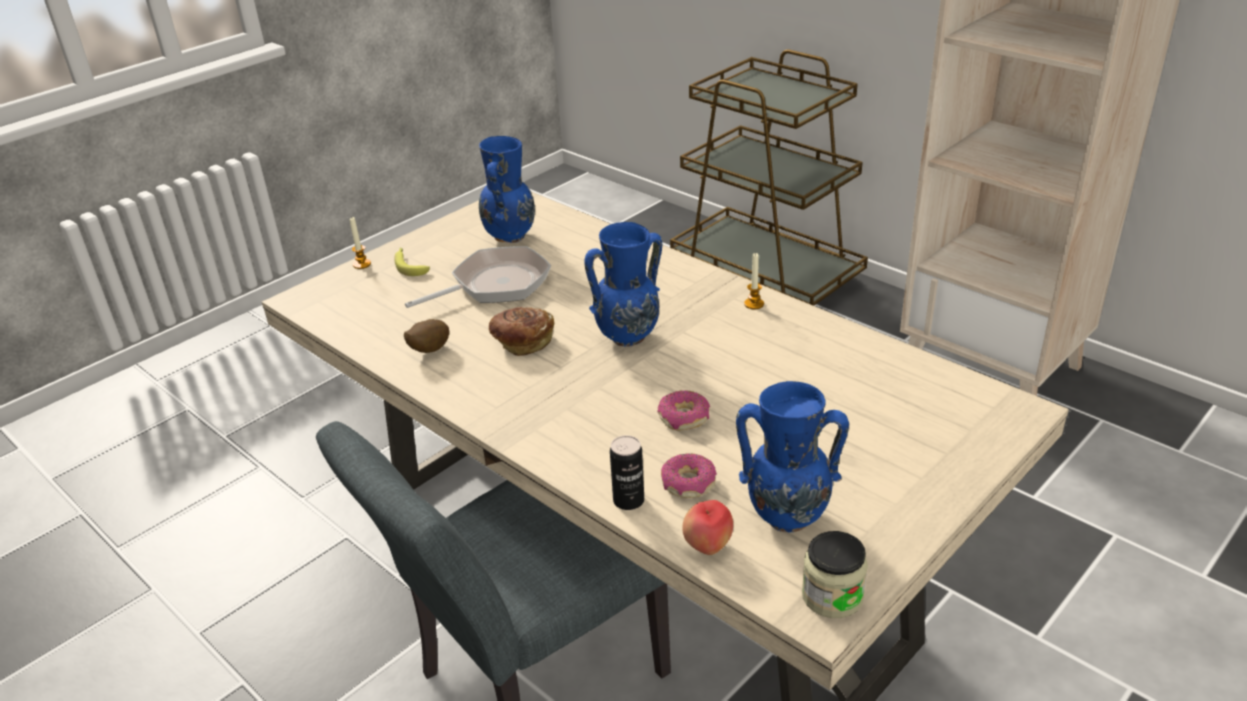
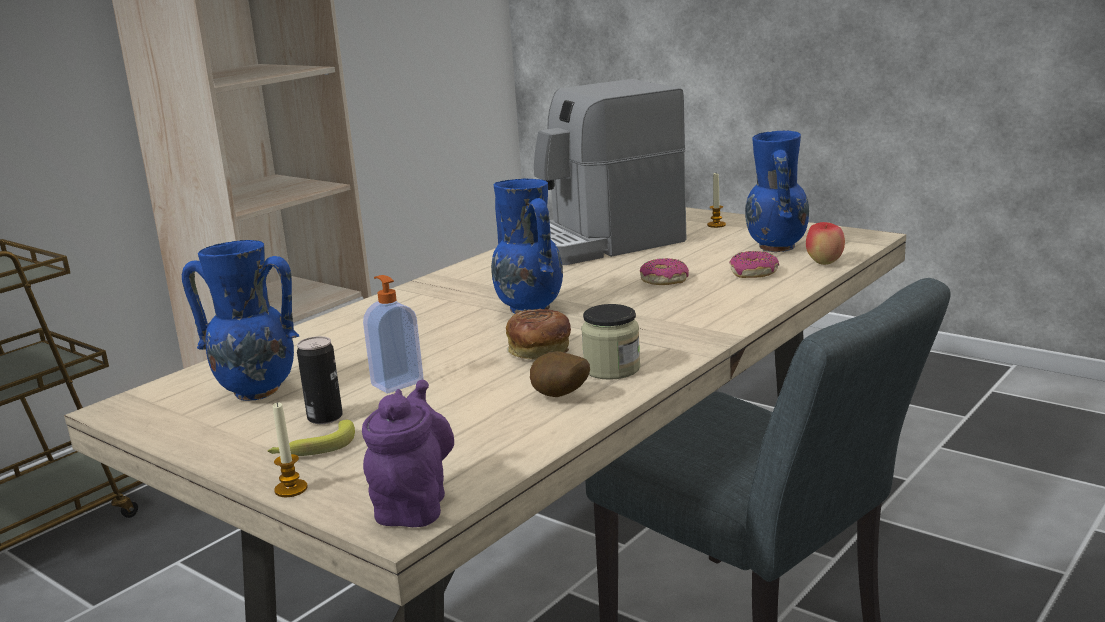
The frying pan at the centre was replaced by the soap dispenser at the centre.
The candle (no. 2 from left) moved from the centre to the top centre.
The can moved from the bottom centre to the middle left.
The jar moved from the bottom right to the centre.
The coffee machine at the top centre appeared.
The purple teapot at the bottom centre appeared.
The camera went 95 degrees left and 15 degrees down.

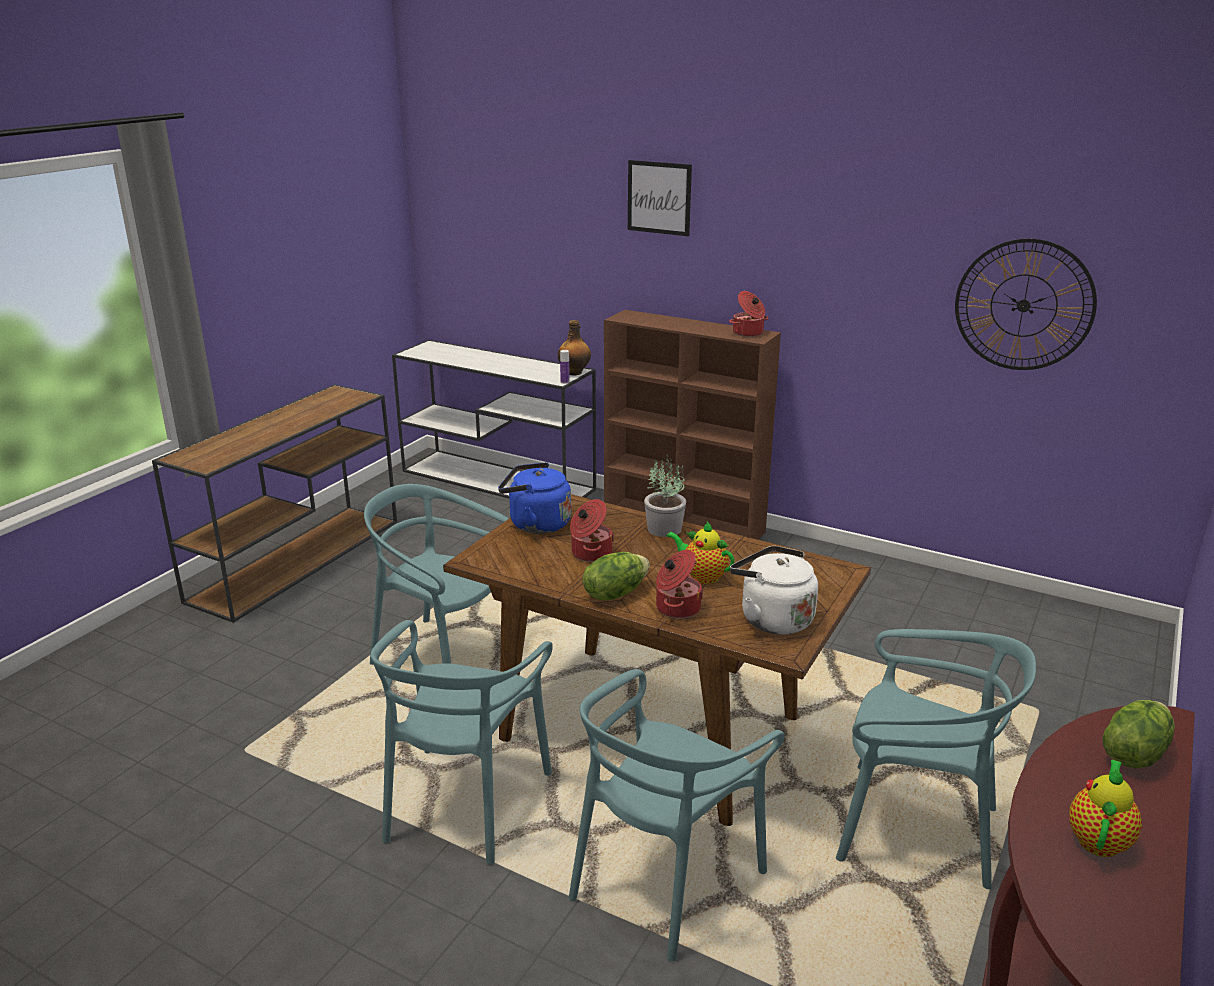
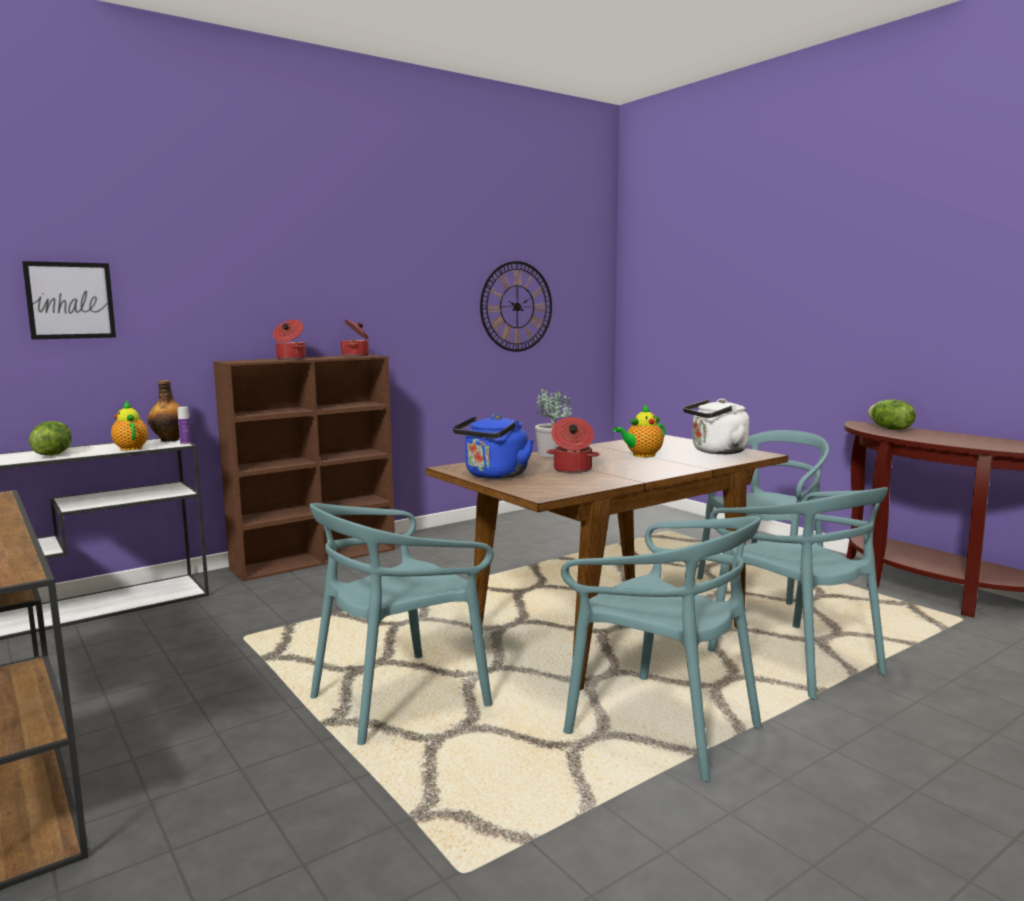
The picture moved from the top centre to the top left.
The cooking pot (no. 2 from left in the first image) moved from the centre to the middle left.
The lettuce (no. 1 from left) moved from the centre to the middle left.
The teapot (no. 2 from left in the first image) moved from the bottom right to the middle left.
The camera went 65 degrees left and 15 degrees down.

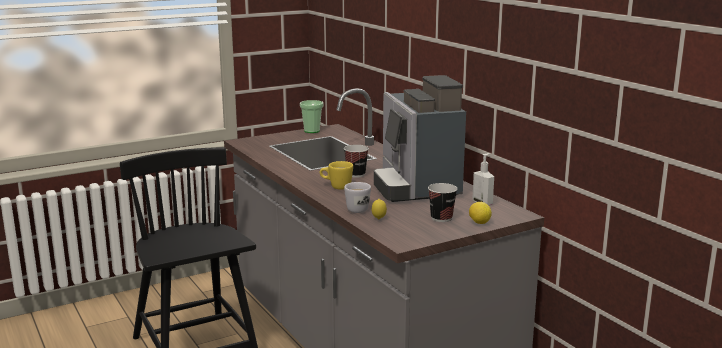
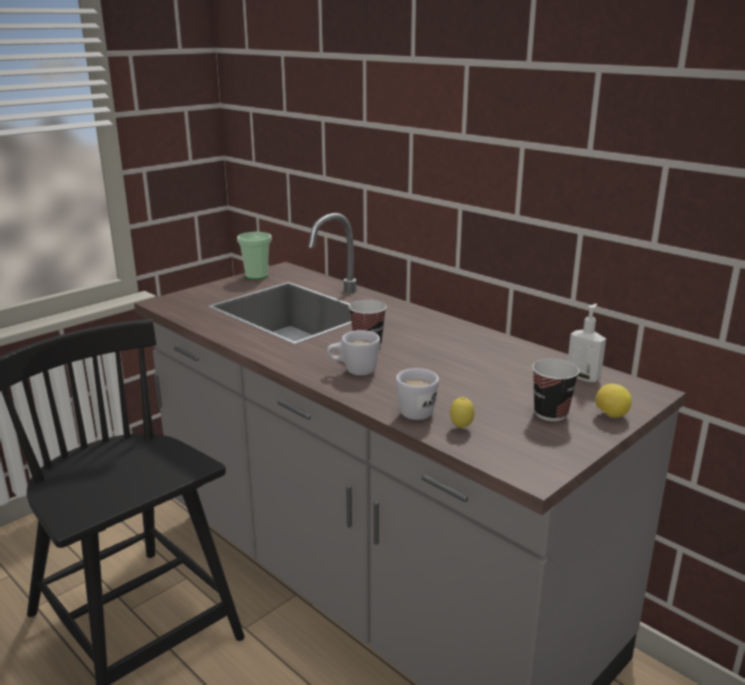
The coffee machine at the centre disappeared.
The yellow mug at the centre became the white mug (no. 1 from left) at the centre.
The camera went 15 degrees left and 5 degrees up.

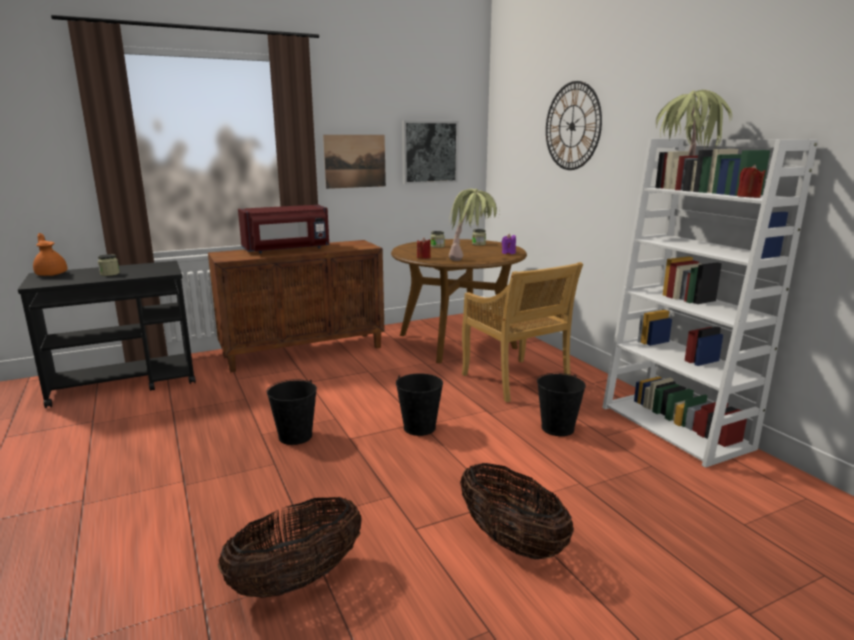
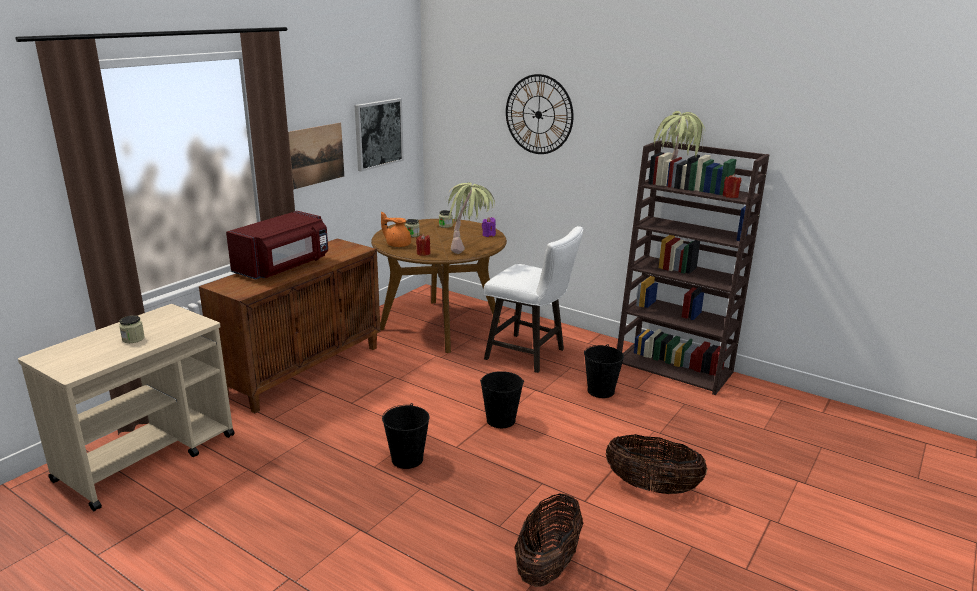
The white bookcase at the middle right became the brown bookcase at the middle right.
The orange teapot moved from the middle left to the centre.
The black cart at the middle left became the beige cart at the bottom left.
The beige chair at the centre was replaced by the white stool at the centre.
The camera went 30 degrees left and 5 degrees up.

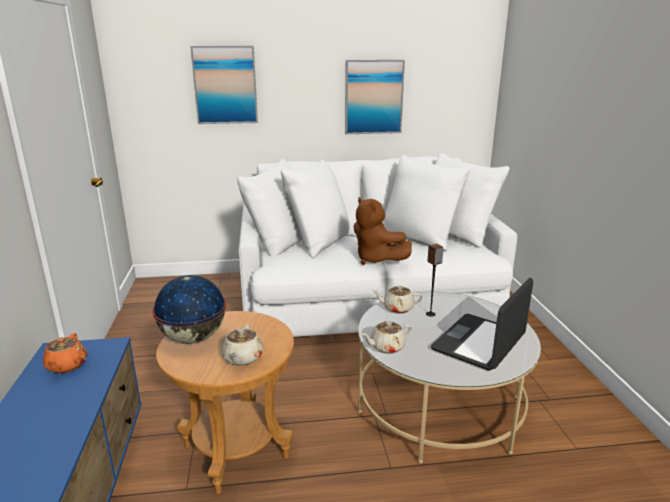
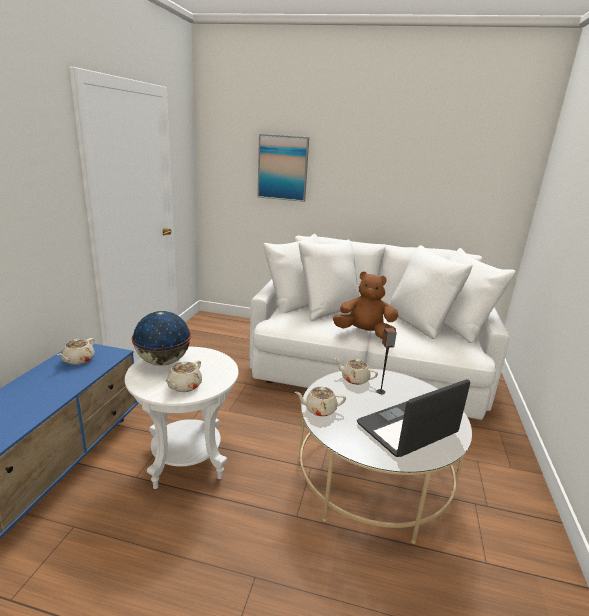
The picture (no. 2 from left) at the top centre disappeared.
The brown plush toy at the centre turned 120 degrees clockwise.
The brown side table at the bottom centre became the white side table at the bottom left.
The orange teapot at the bottom left became the beige teapot (no. 1 from left) at the middle left.
The camera went 20 degrees right and 0 degrees up.

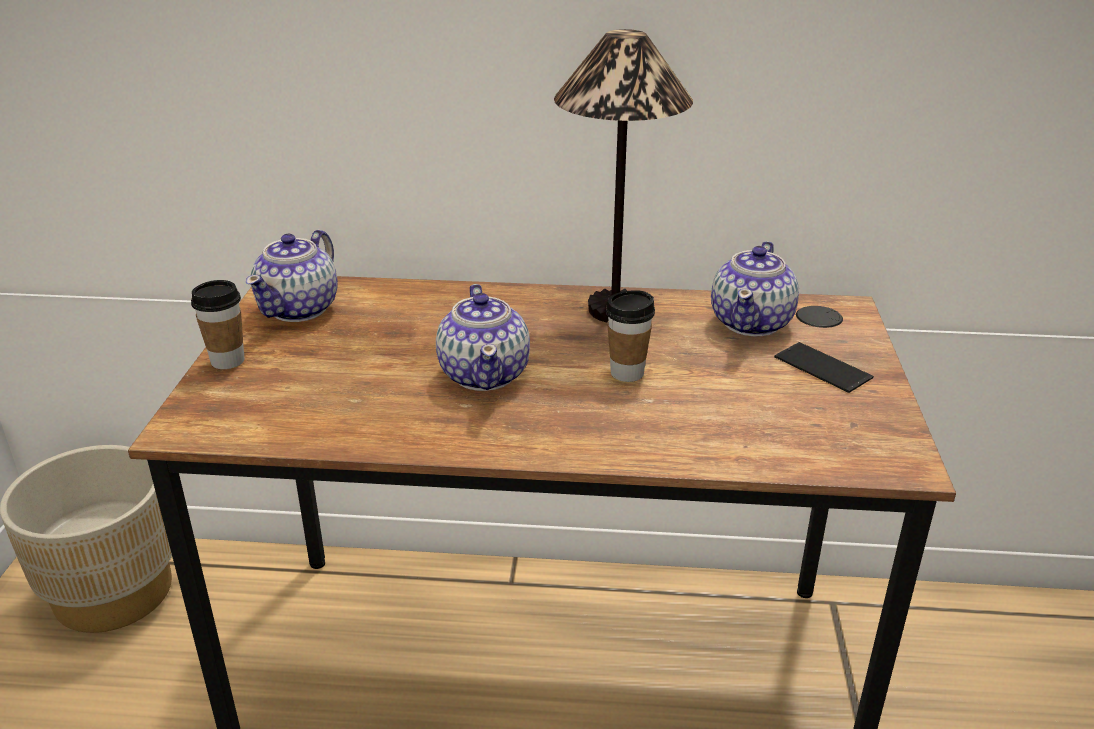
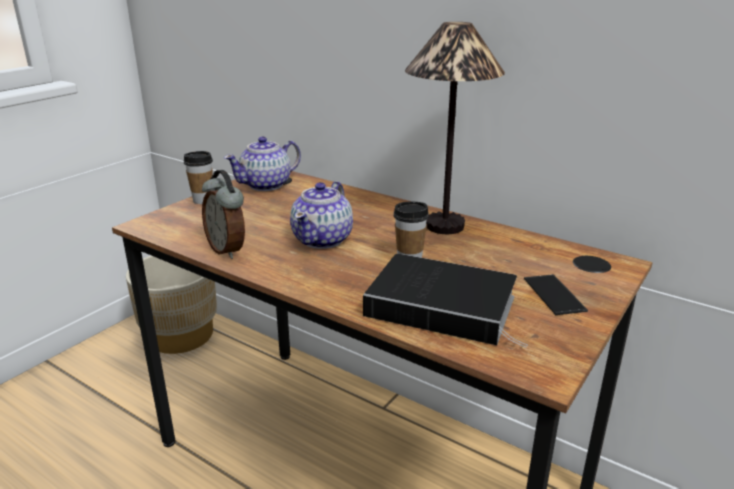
The teapot (no. 3 from left) at the middle right disappeared.
The alarm clock at the middle left appeared.
The book at the centre appeared.
The camera went 30 degrees right and 5 degrees down.

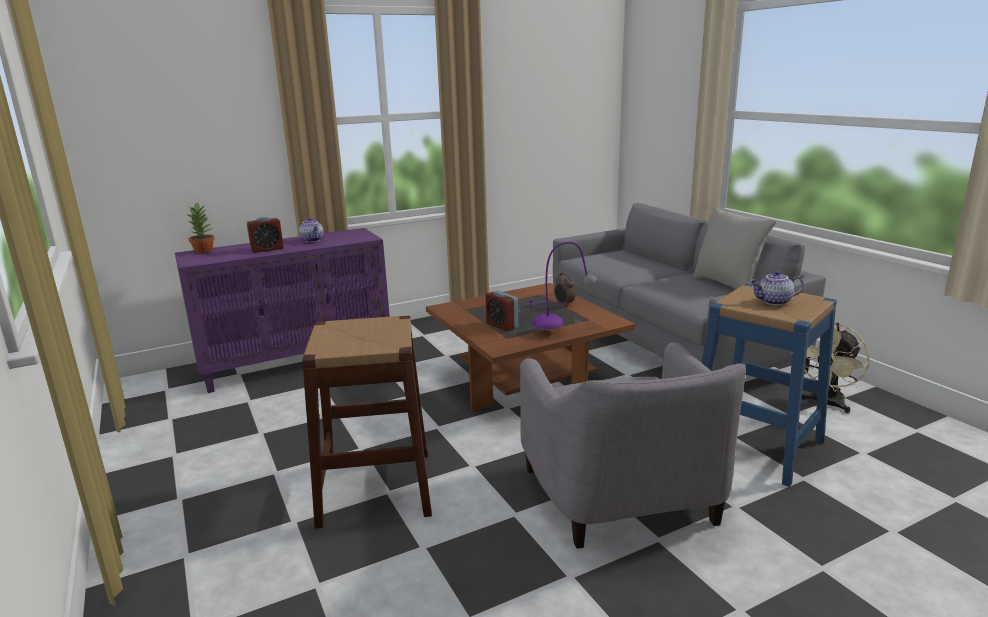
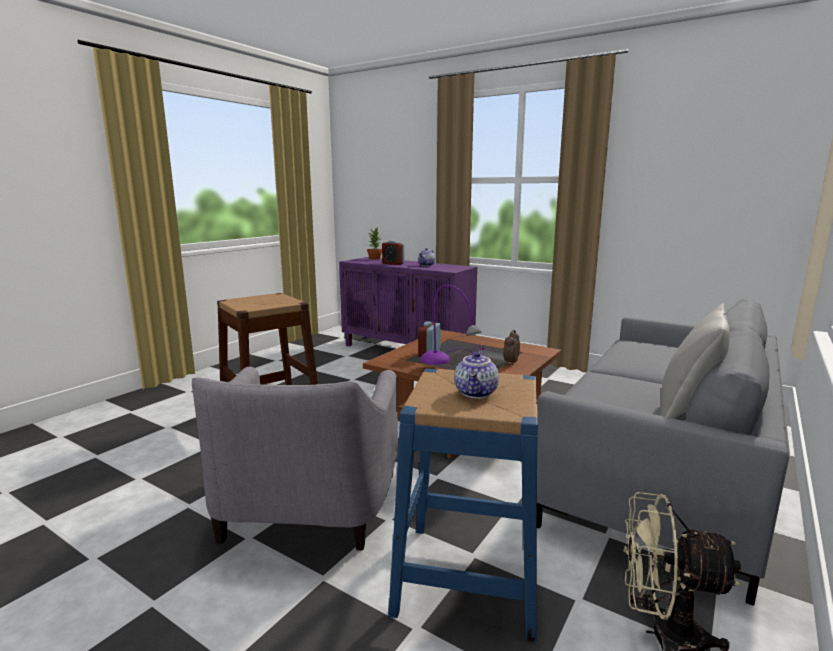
The teapot (no. 2 from left) at the middle right turned 135 degrees counterclockwise.
The grey armchair at the bottom centre turned 45 degrees counterclockwise.
The camera went 60 degrees right and 5 degrees down.

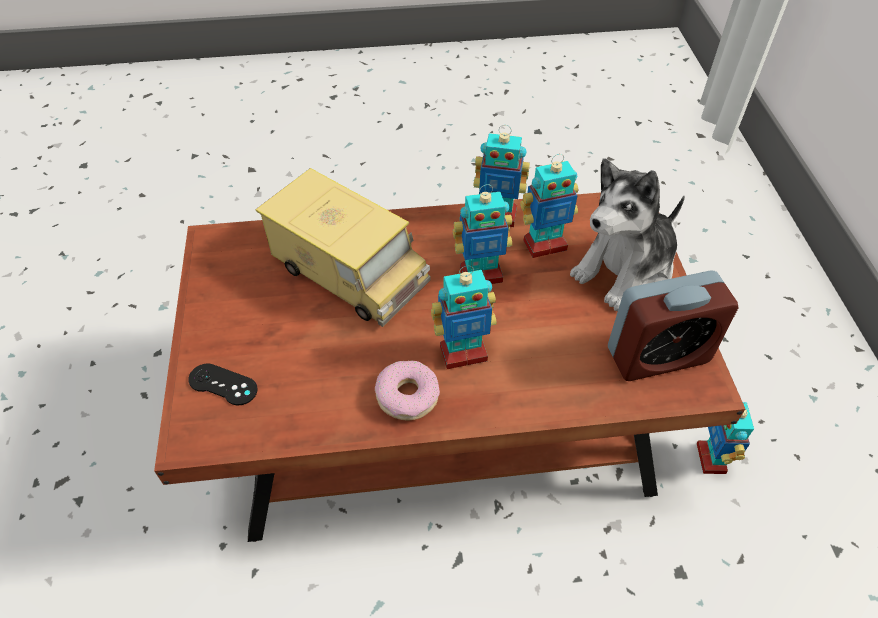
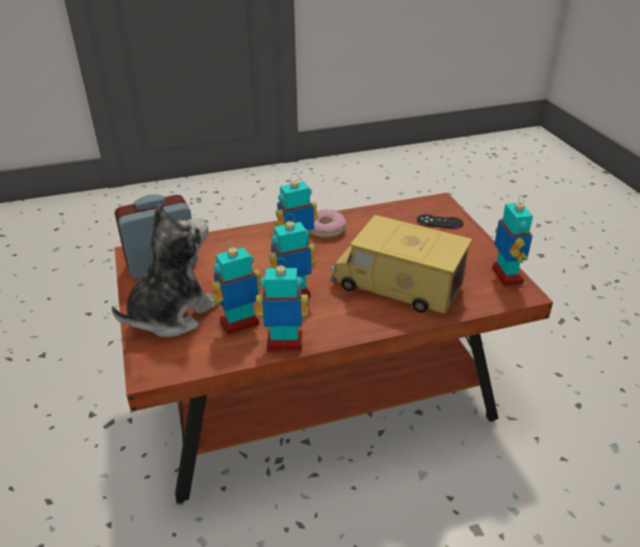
The toy robot (no. 5 from left) moved from the bottom right to the middle right.
The camera went 170 degrees right and 15 degrees down.

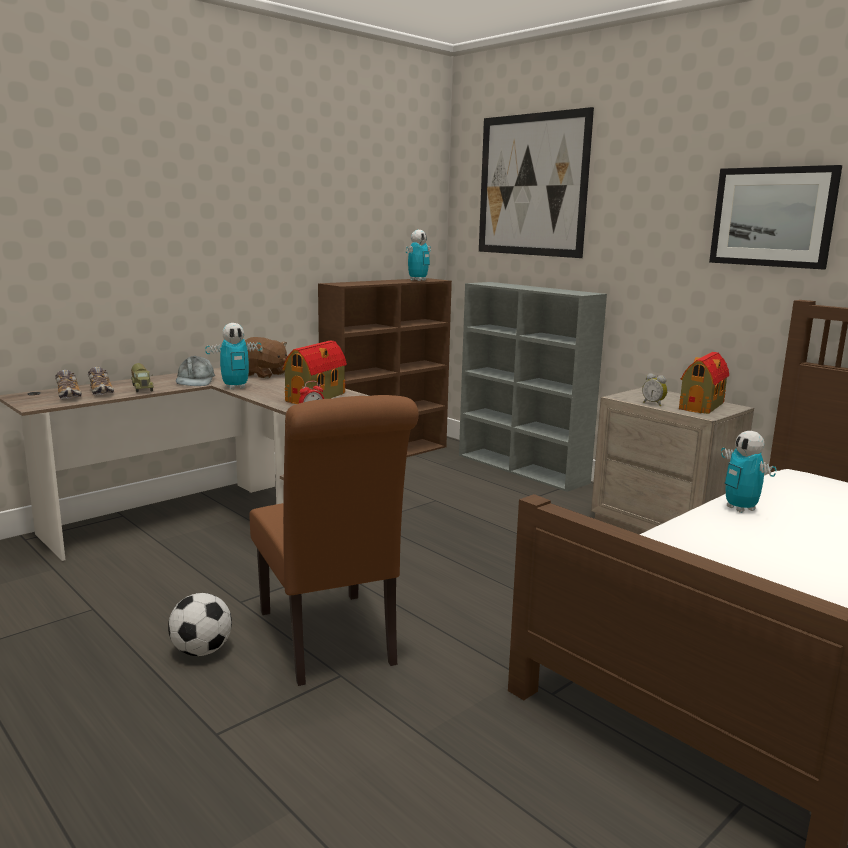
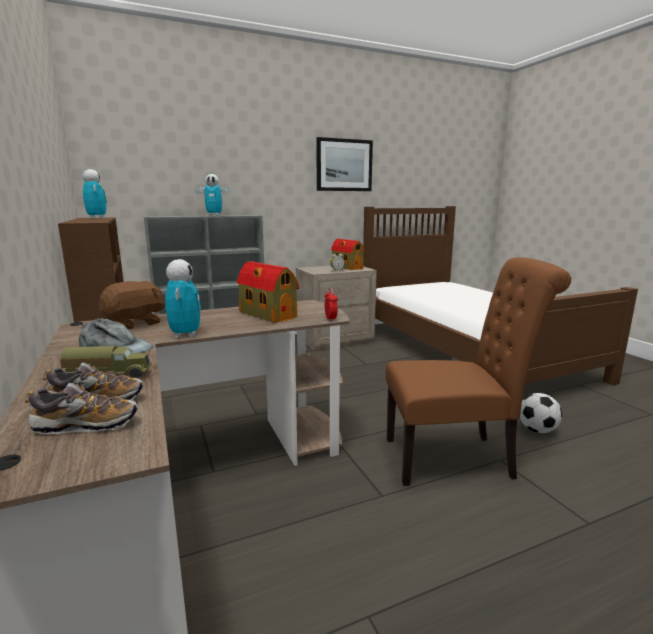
The picture (no. 1 from left) at the top centre disappeared.
The toy robot (no. 3 from left) moved from the middle right to the top left.
The football moved from the bottom left to the middle right.
The camera went 70 degrees left and 0 degrees up.

